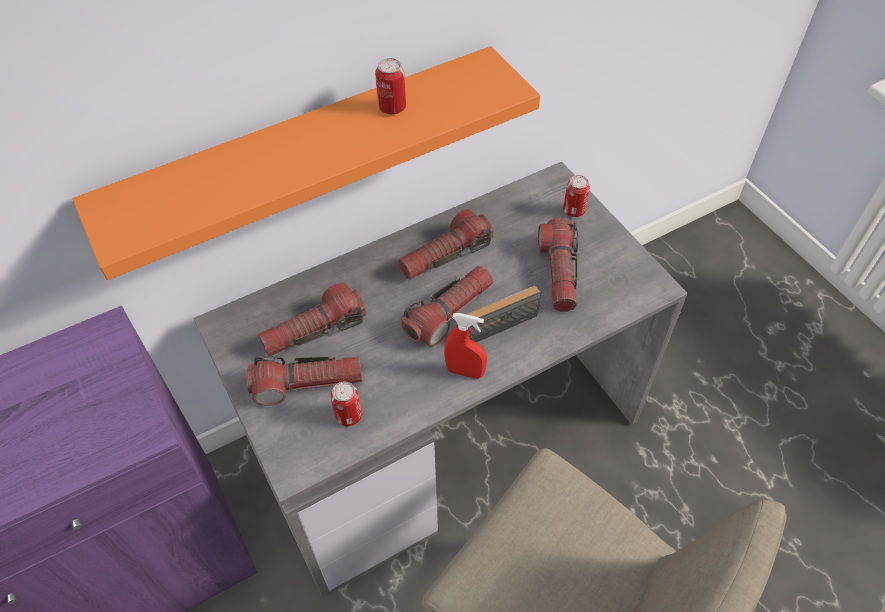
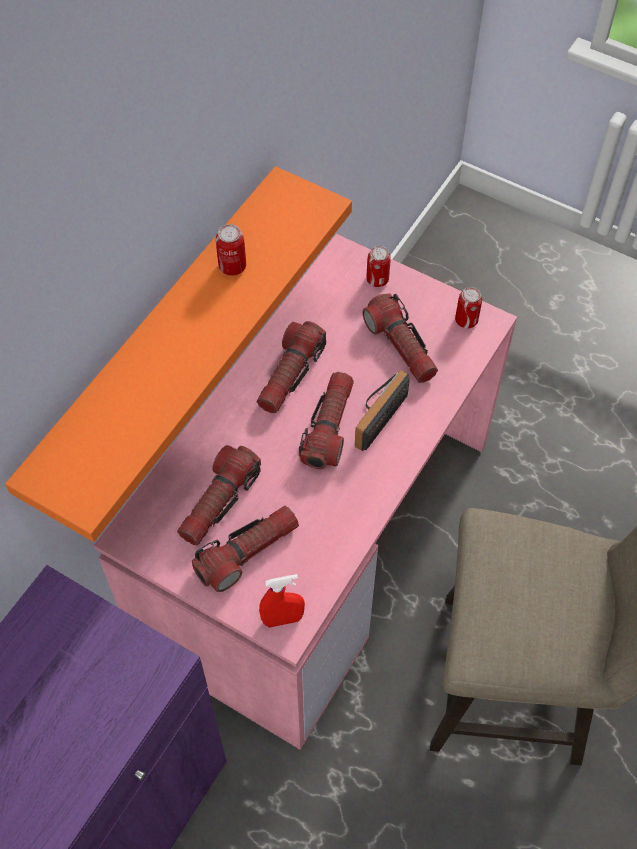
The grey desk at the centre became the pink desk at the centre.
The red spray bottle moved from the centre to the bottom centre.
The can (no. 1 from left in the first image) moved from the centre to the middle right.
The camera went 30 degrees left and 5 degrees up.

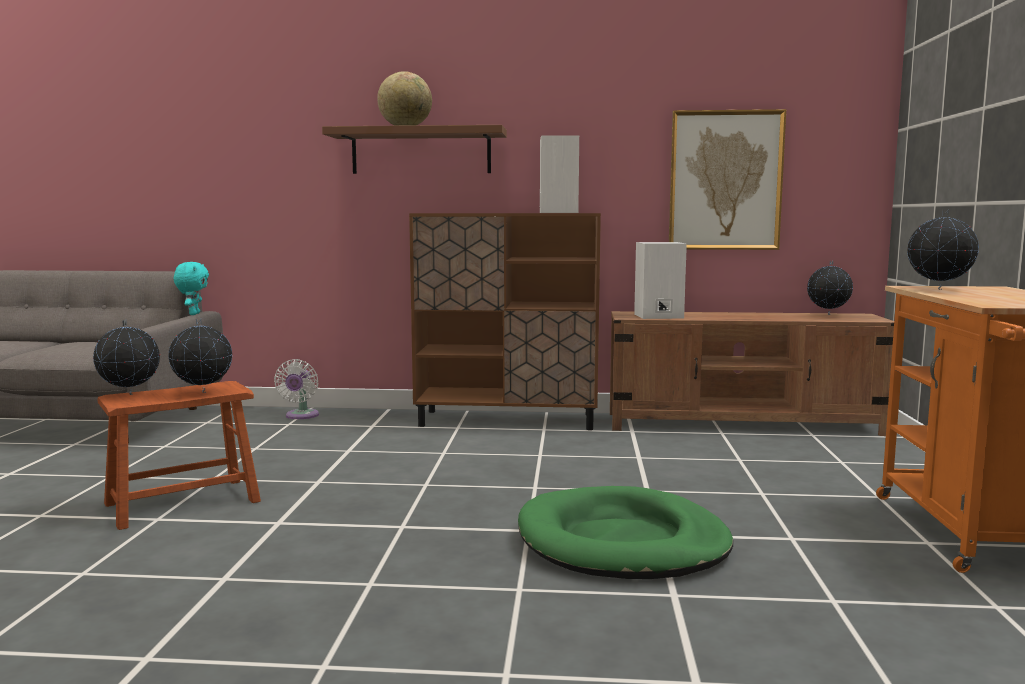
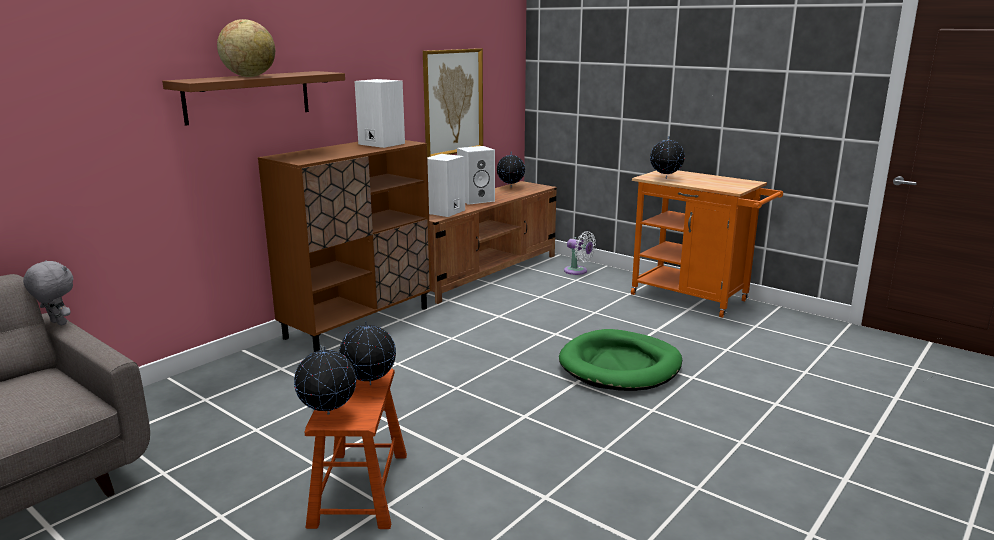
The turquoise plush toy at the middle left became the grey plush toy at the middle left.
The white fan moved from the middle left to the centre.
The white speaker (no. 3 from left) at the top centre appeared.
The camera went 55 degrees left and 10 degrees up.

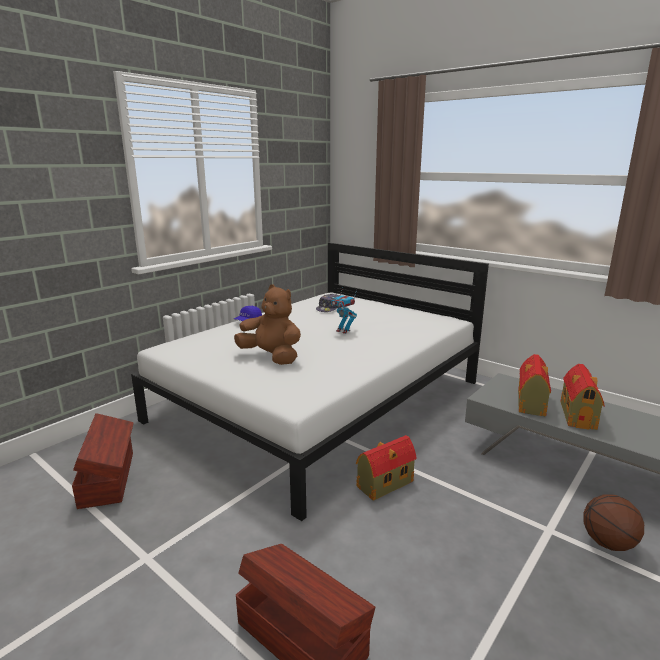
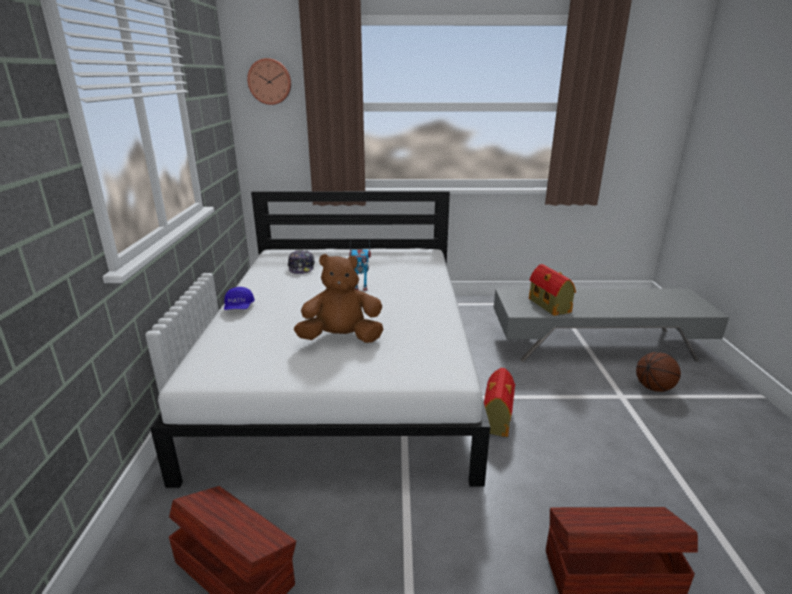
The toy house (no. 3 from left) at the middle right disappeared.
The wall clock at the top centre appeared.
The camera went 40 degrees left and 5 degrees up.

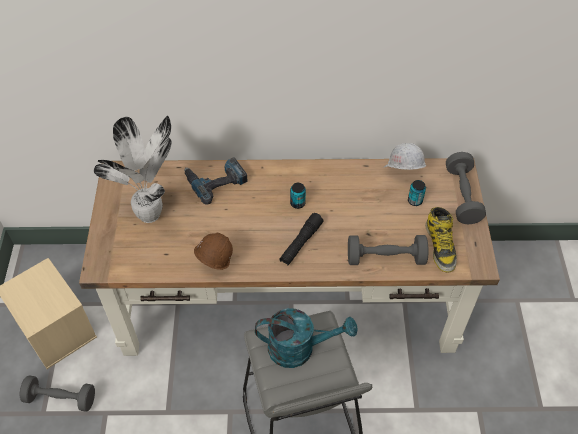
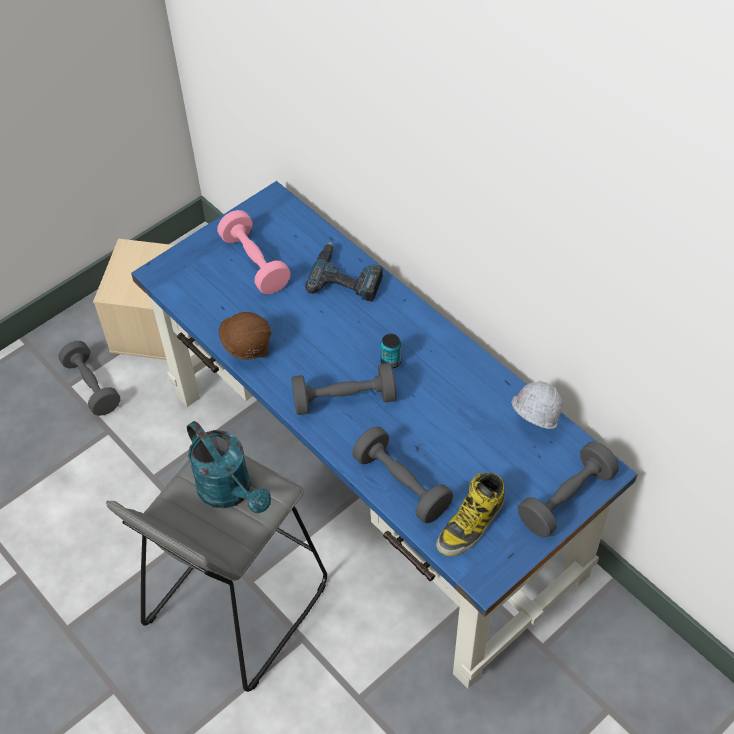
The potted plant at the middle left was replaced by the pink dumbbell at the centre.
The brown desk at the centre became the blue desk at the centre.
The can (no. 2 from left) at the middle right disappeared.
The black flashlight at the centre was replaced by the grey dumbbell (no. 2 from left) at the centre.
The camera went 50 degrees right and 0 degrees up.

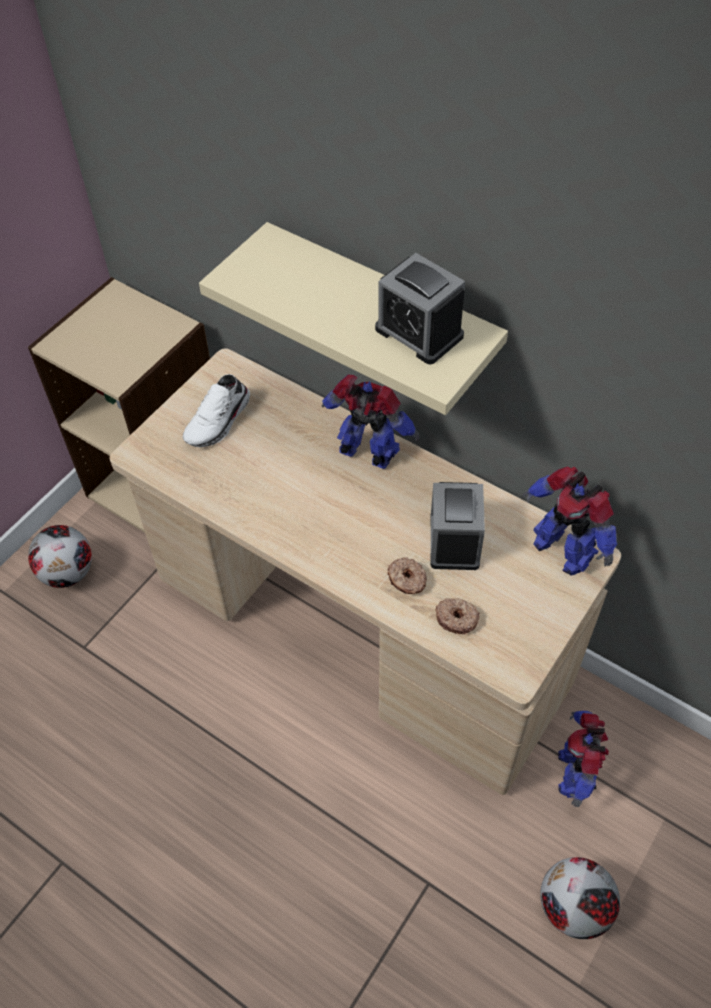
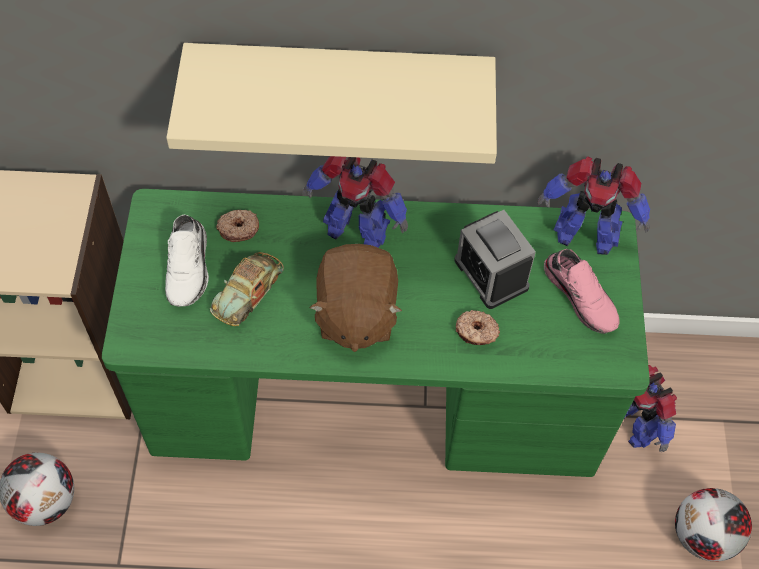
The alarm clock (no. 1 from left) at the top centre disappeared.
The beige desk at the centre became the green desk at the centre.
The toy robot (no. 1 from left) at the centre turned 150 degrees counterclockwise.
The donut (no. 2 from left in the first image) moved from the centre to the middle left.
The brown plush toy at the centre appeared.
The pink shoe at the middle right appeared.
The toy car at the middle left appeared.
The camera went 35 degrees left and 5 degrees up.

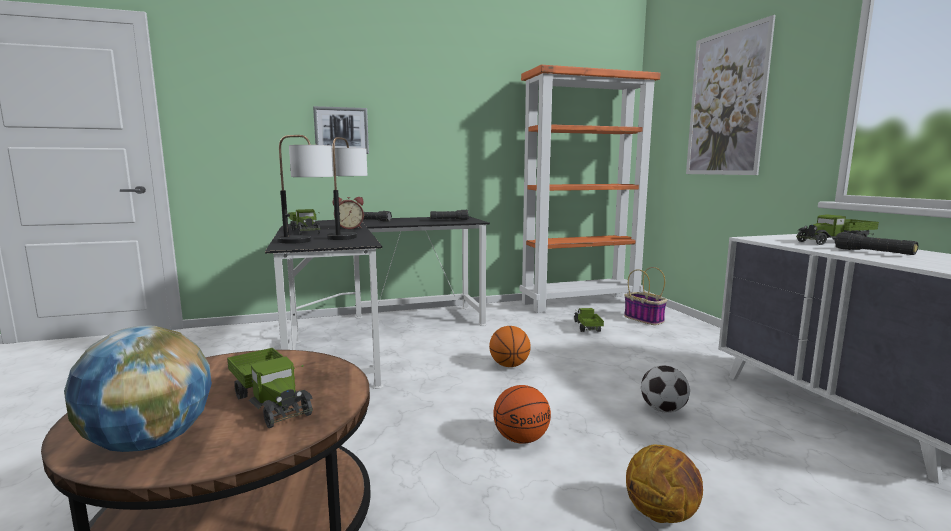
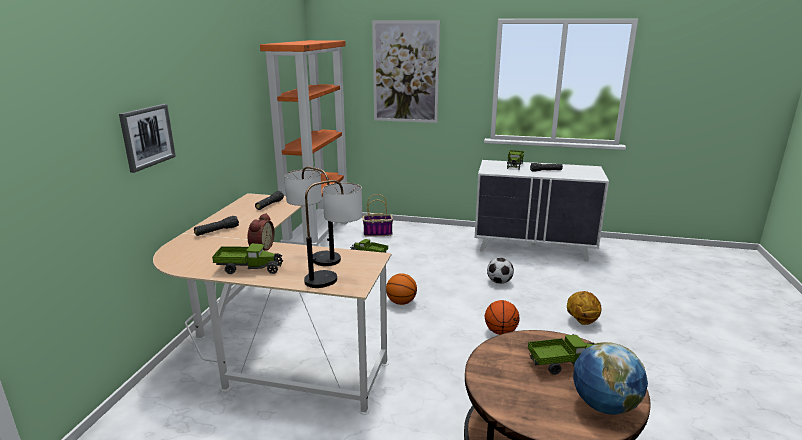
The black desk at the centre became the beige desk at the bottom centre.
The camera went 60 degrees left and 10 degrees up.

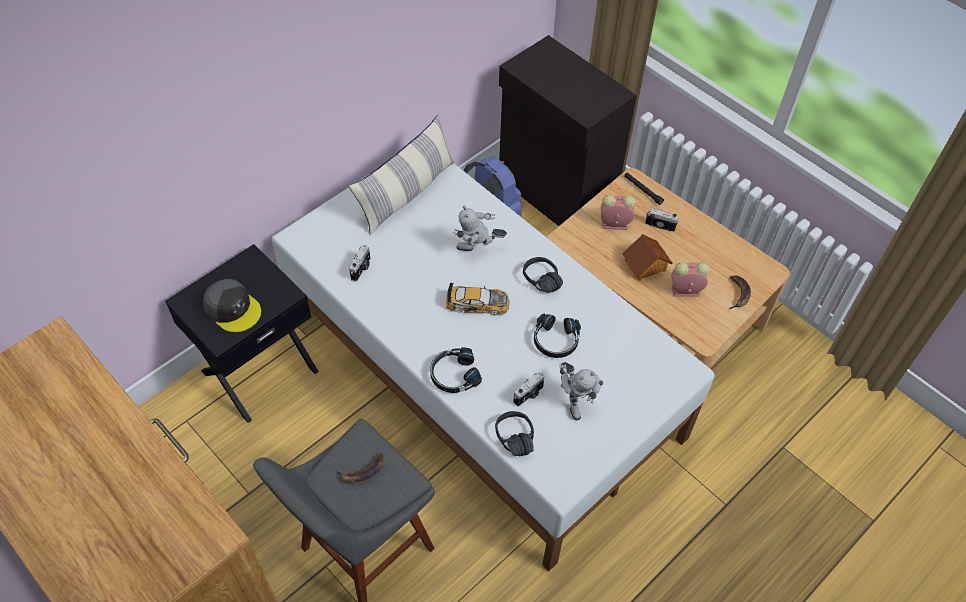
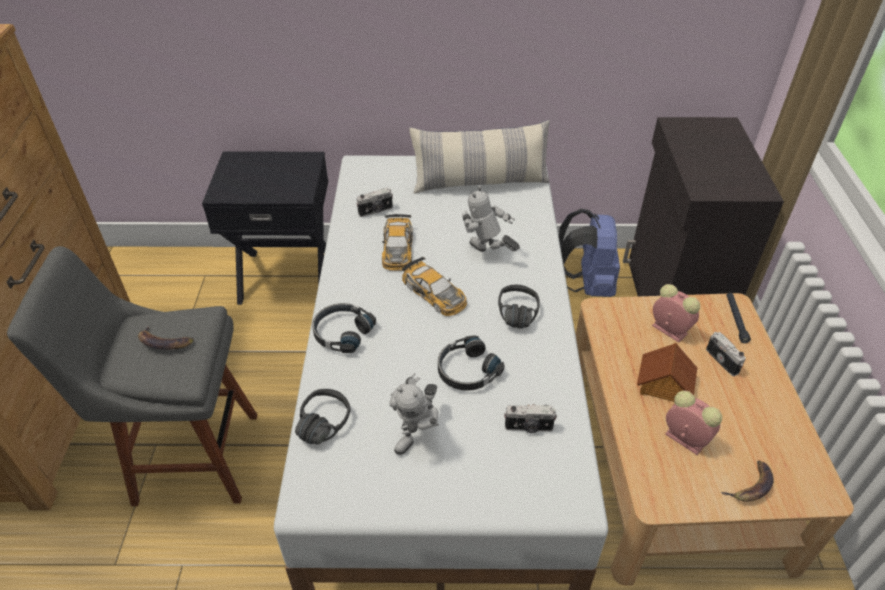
The grey cap at the middle left disappeared.
The photo camera (no. 2 from left) moved from the centre to the bottom centre.
The toy car (no. 1 from left) at the centre appeared.
The camera went 45 degrees right and 10 degrees down.

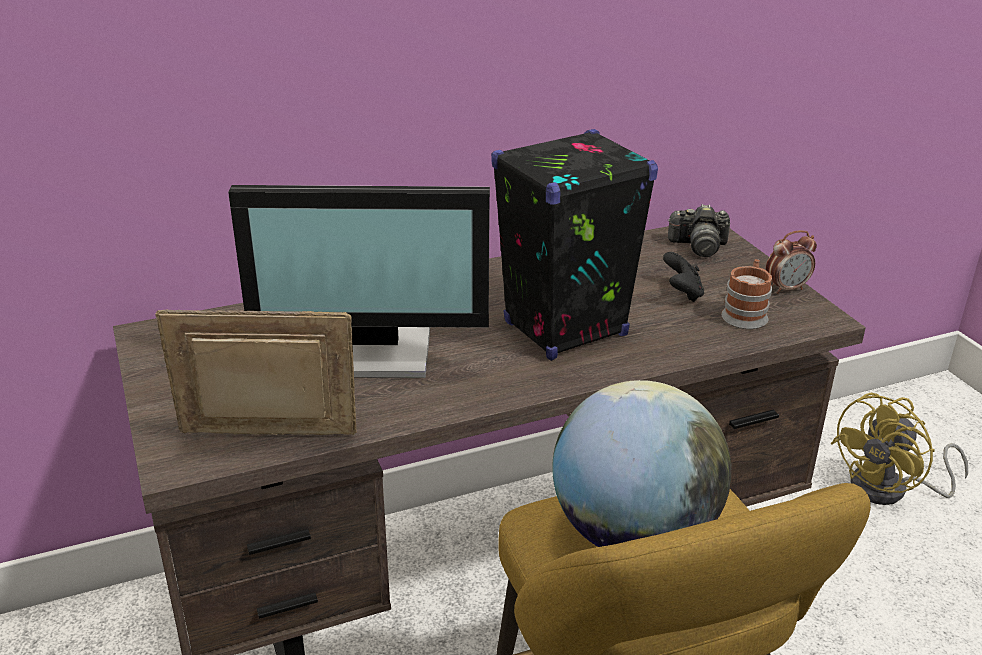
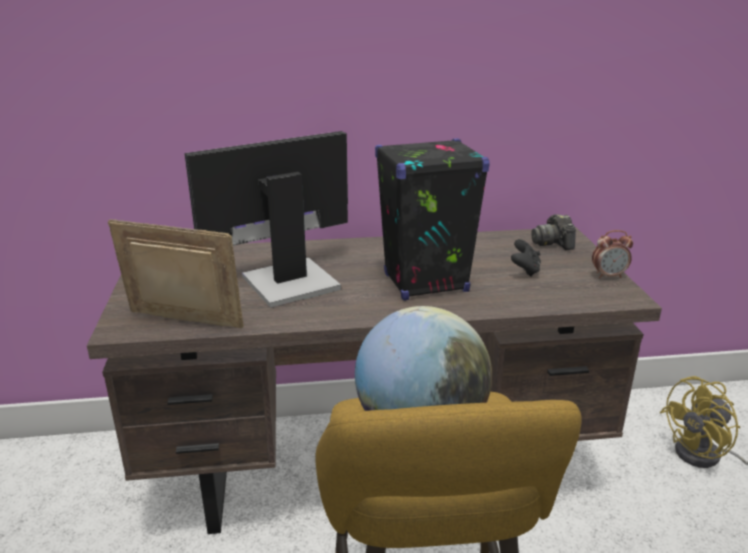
The monitor at the centre turned 135 degrees clockwise.
The photo camera at the middle right turned 60 degrees clockwise.
The mug at the middle right disappeared.
The camera went 15 degrees right and 5 degrees down.

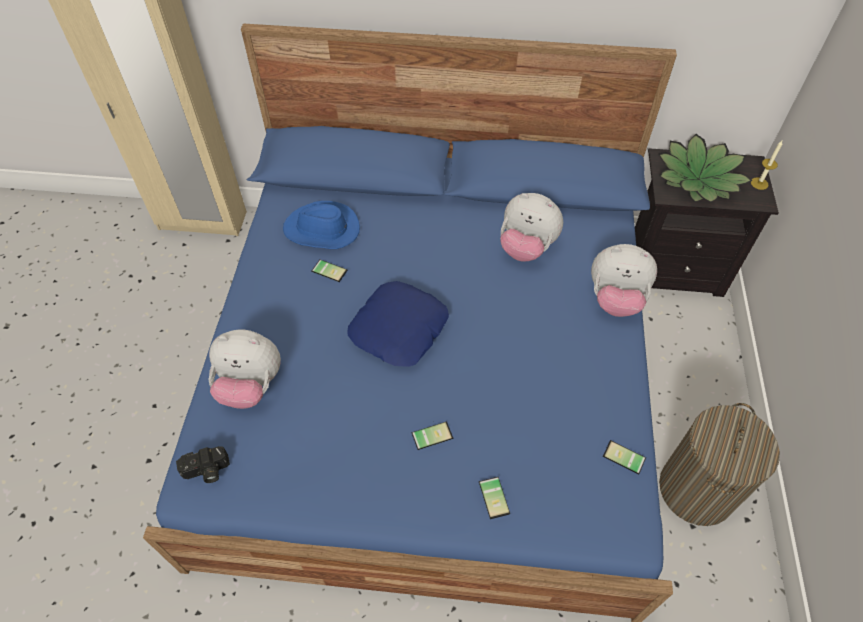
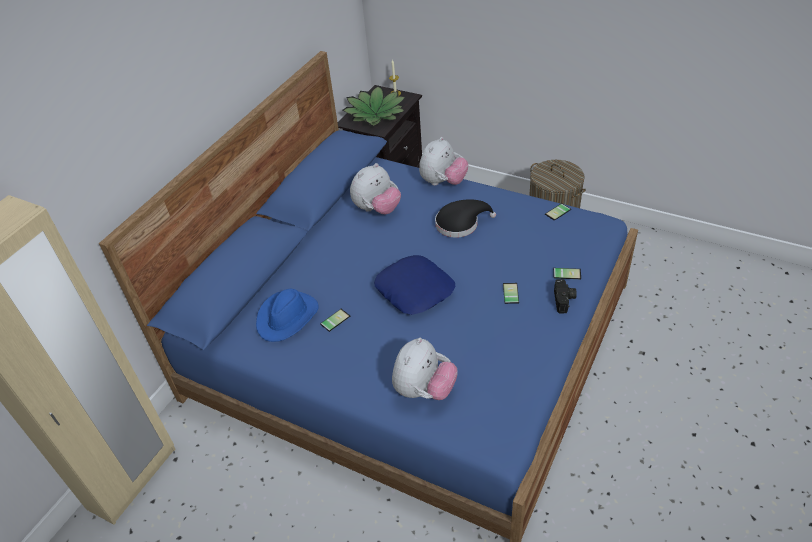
The photo camera moved from the bottom left to the middle right.
The black hat at the centre appeared.
The camera went 65 degrees left and 10 degrees down.

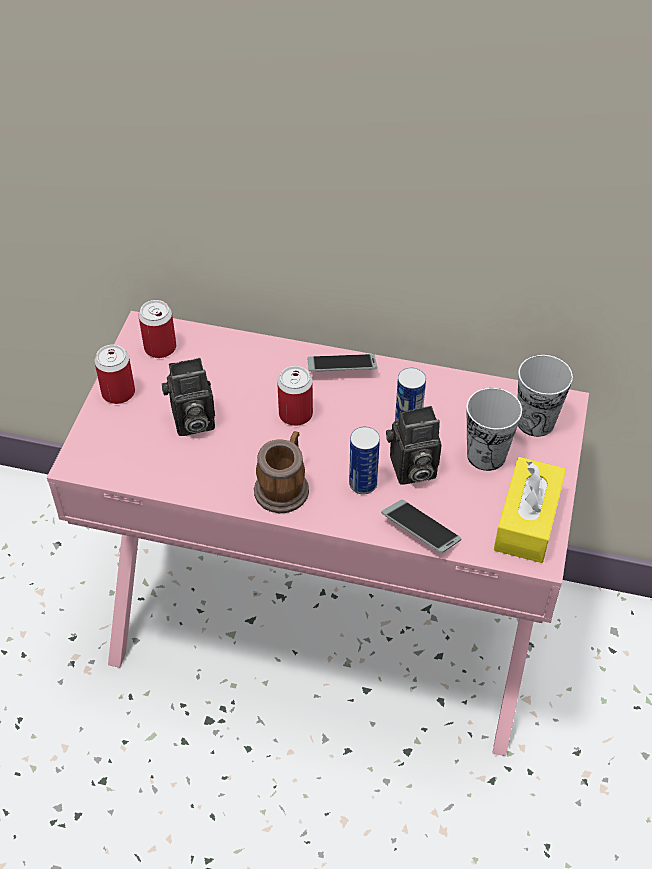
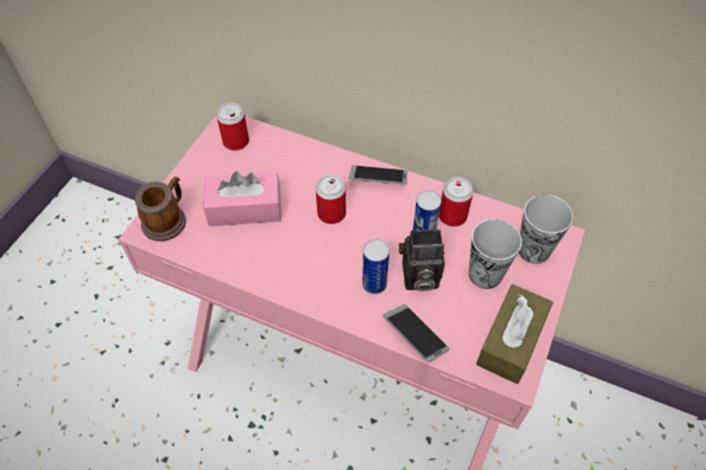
The can (no. 1 from left in the first image) moved from the middle left to the centre.
The photo camera (no. 1 from left) at the middle left was replaced by the pink tissue box at the centre.
The mug moved from the centre to the middle left.
The yellow tissue box at the middle right became the brown tissue box at the bottom right.
The camera went 10 degrees right and 5 degrees up.

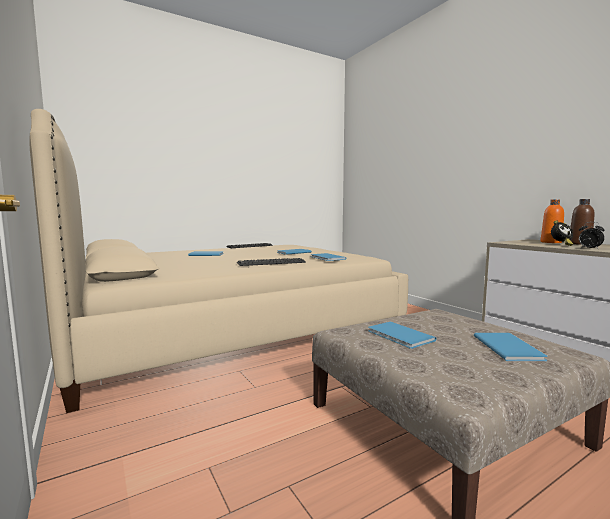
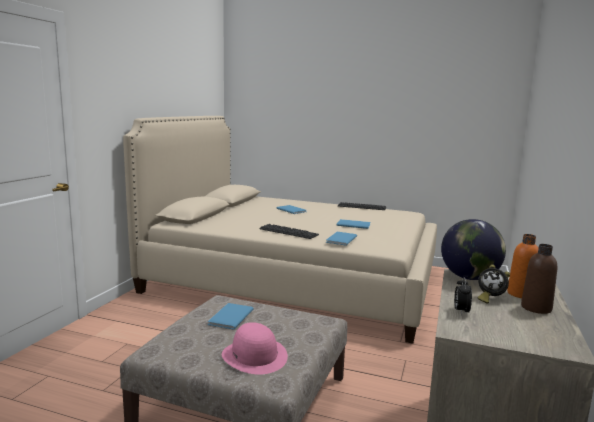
The blue book (no. 5 from left) at the bottom right was replaced by the pink hat at the bottom centre.
The globe at the middle right appeared.
The camera went 50 degrees right and 5 degrees up.

